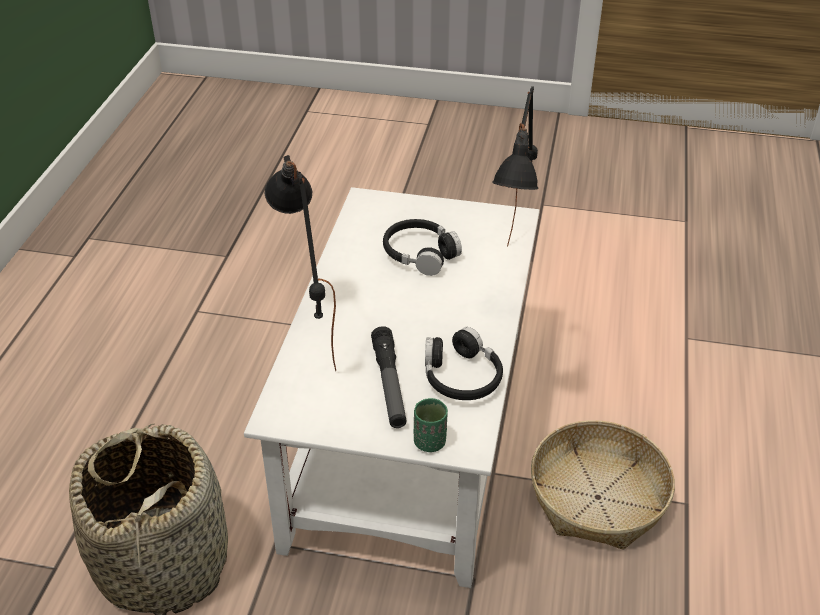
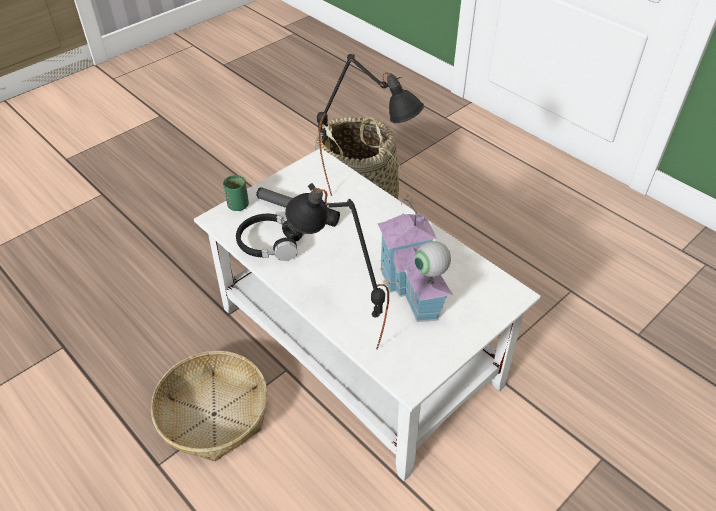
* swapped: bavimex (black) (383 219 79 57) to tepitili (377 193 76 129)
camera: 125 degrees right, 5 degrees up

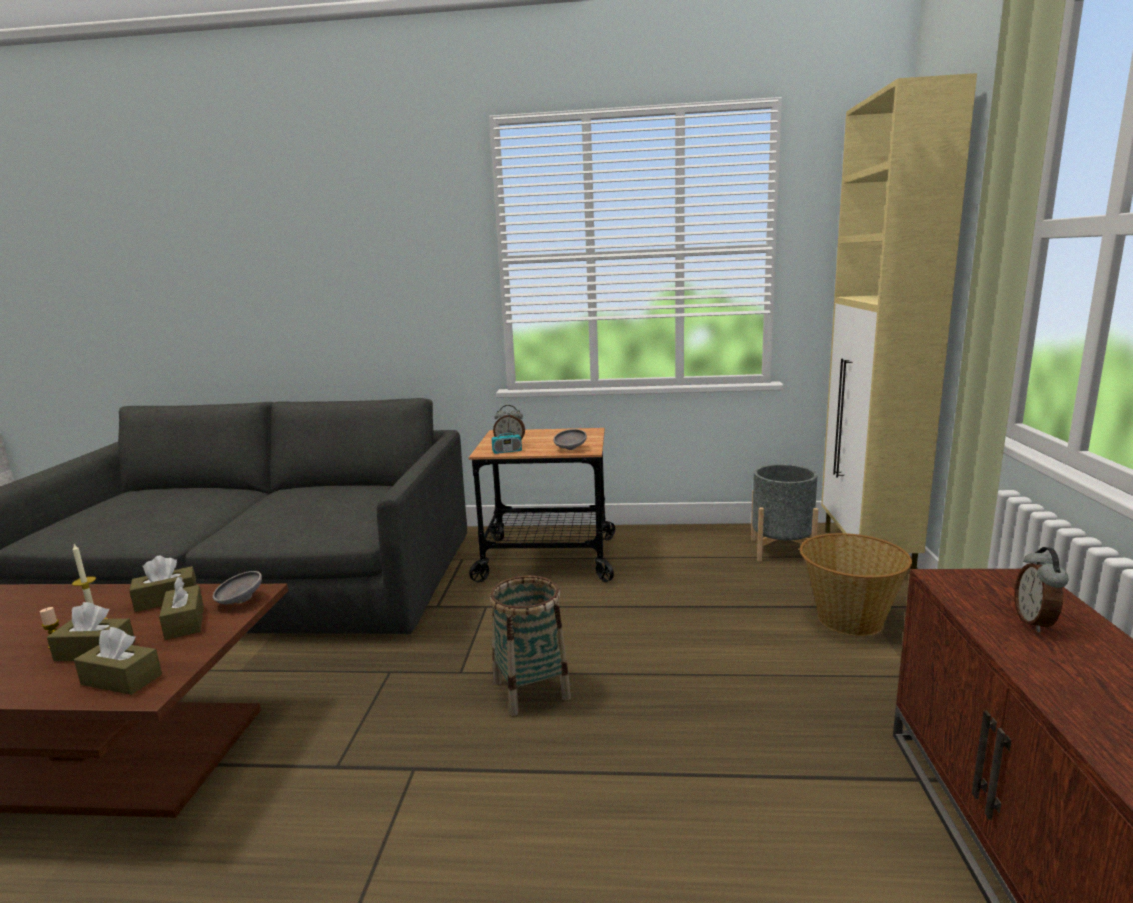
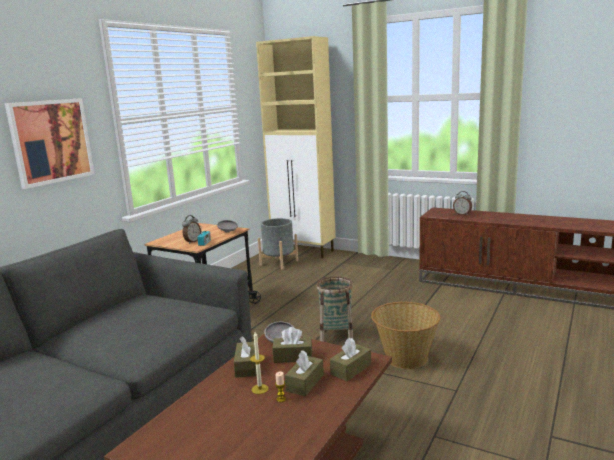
* new: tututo (5 98 89 91)
* shifted: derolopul (800 533 112 103) to (371 302 69 67)
camera: 65 degrees left, 0 degrees up

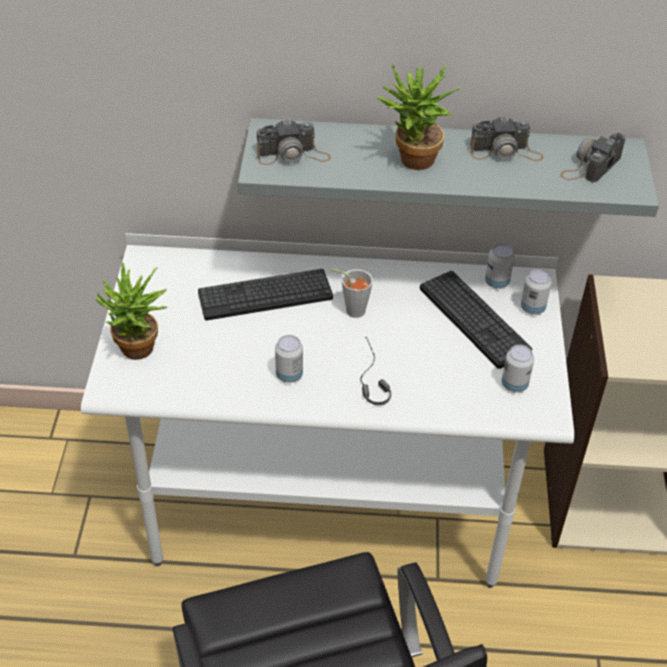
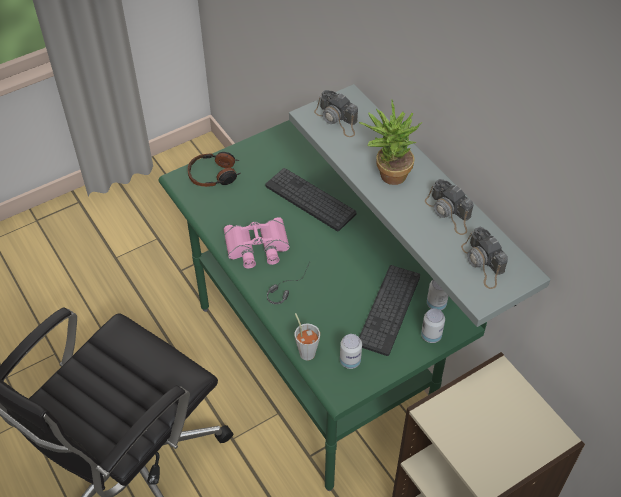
* repainted: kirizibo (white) (81 233 493 355) to kirizibo (green) (158 120 329 371)
* swapped: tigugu (95 262 73 98) to bavimex (188 152 53 35)
* swapped: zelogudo (275 335 28 48) to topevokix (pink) (224 217 66 51)
* shifted: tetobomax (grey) (331 269 42 49) to (295 313 25 48)
* rotated: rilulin (560 133 66 49) = (461 227 47 62) 120 degrees counterclockwise
camera: 55 degrees right, 5 degrees up

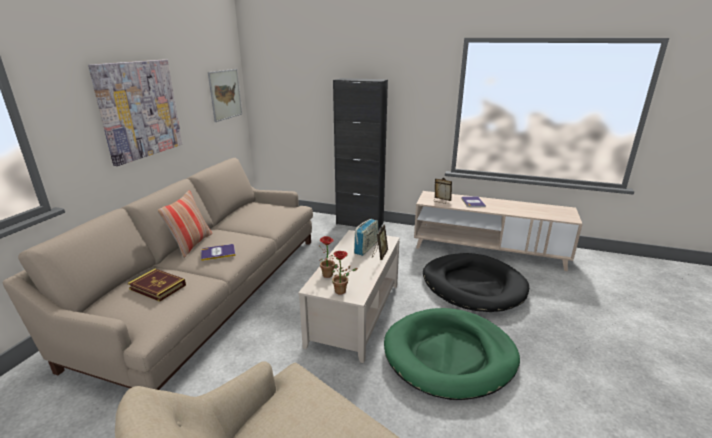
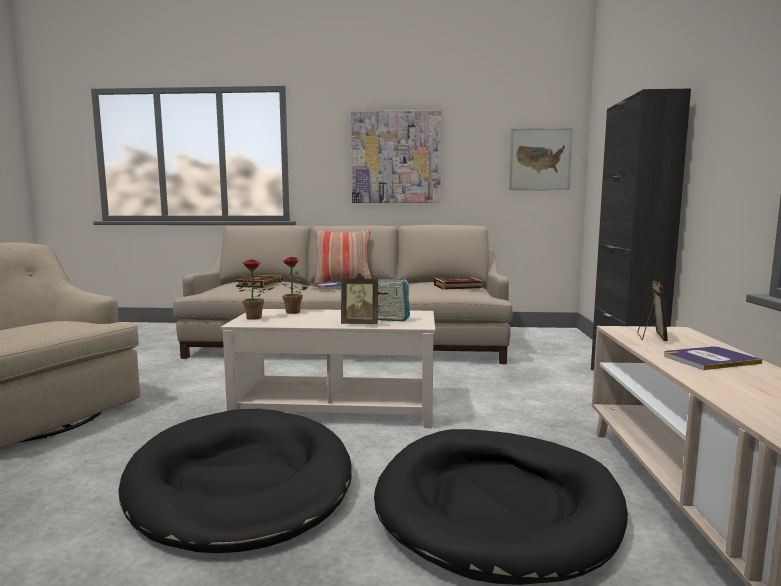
* repainted: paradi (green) (384 308 136 92) to paradi (black) (118 409 234 144)
* new: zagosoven (434 277 50 13)
camera: 75 degrees right, 15 degrees down

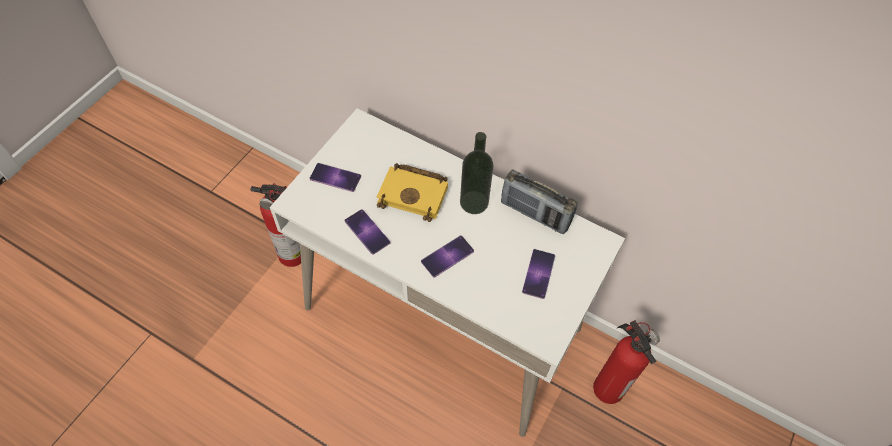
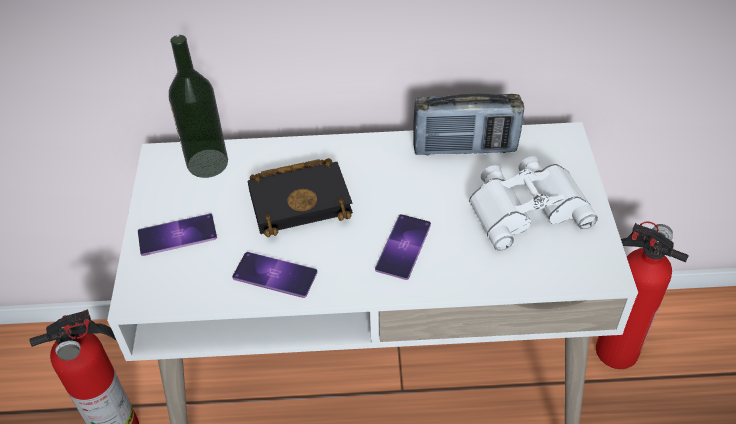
* shifted: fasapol (460 132 33 82) to (169 35 59 143)
* repainted: zagosoven (yellow) (377 163 71 59) to zagosoven (black) (248 158 105 79)
* swapped: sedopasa (522 249 33 50) to topevokix (white) (469 156 129 94)
camera: 30 degrees left, 10 degrees down

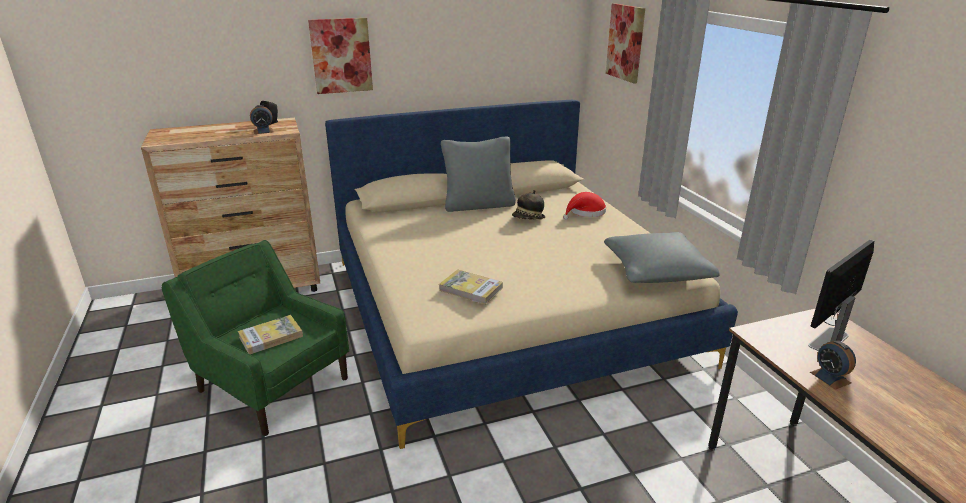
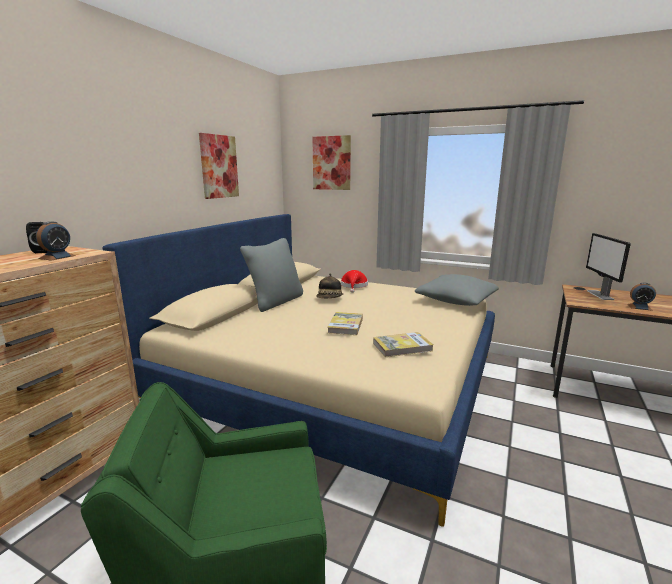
* shifted: tututo (308 18 65 76) to (199 133 40 66)
* shifted: zagosoven (238 315 65 39) to (327 312 36 23)
camera: 45 degrees left, 10 degrees down

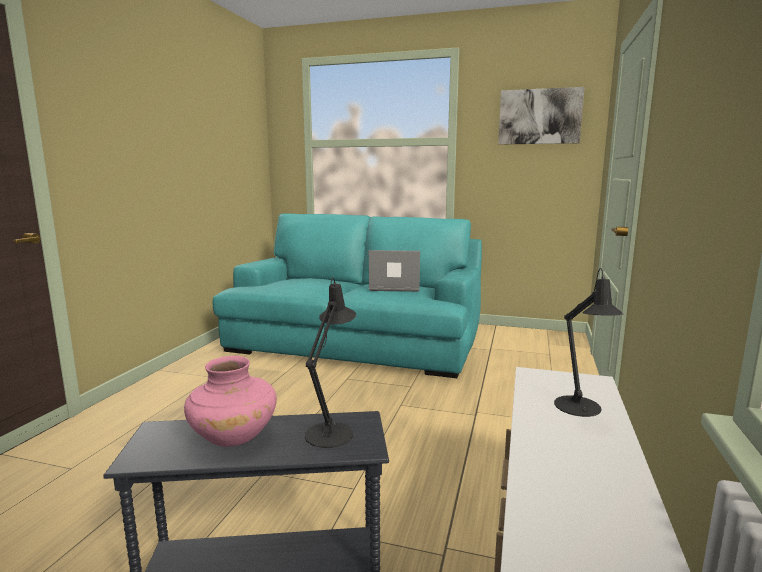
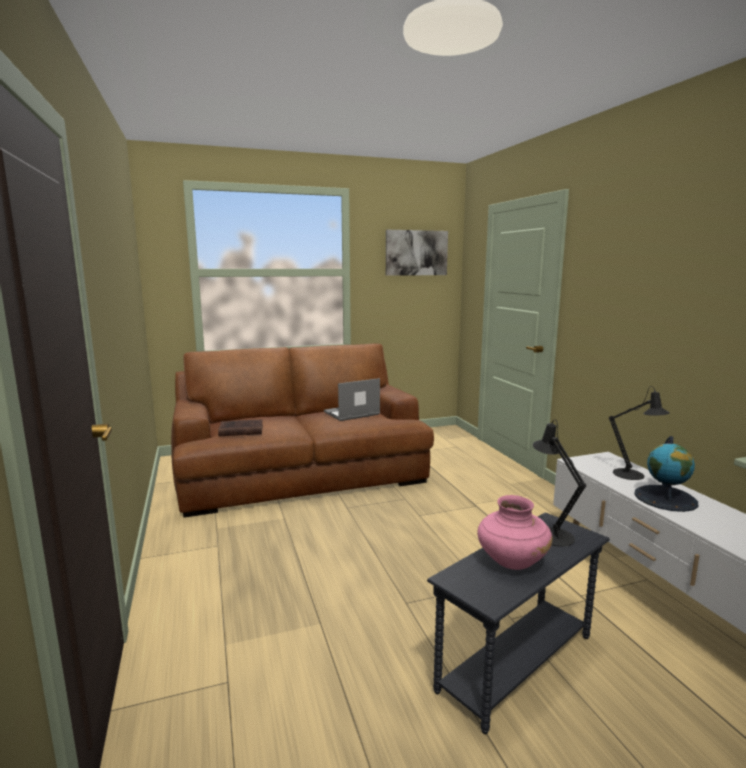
* repainted: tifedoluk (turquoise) (213 213 269 165) to tifedoluk (brown) (171 343 263 175)
* new: zagosoven (brown) (218 419 45 17)
* new: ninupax (634 436 64 76)
camera: 35 degrees left, 0 degrees up

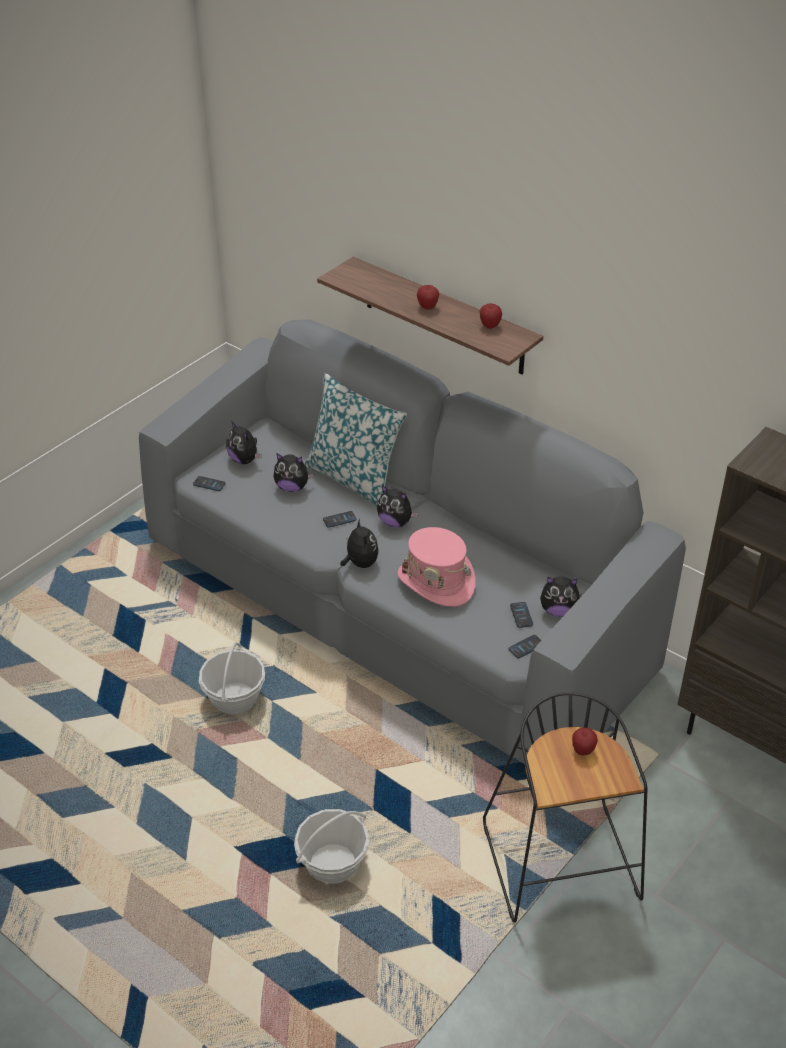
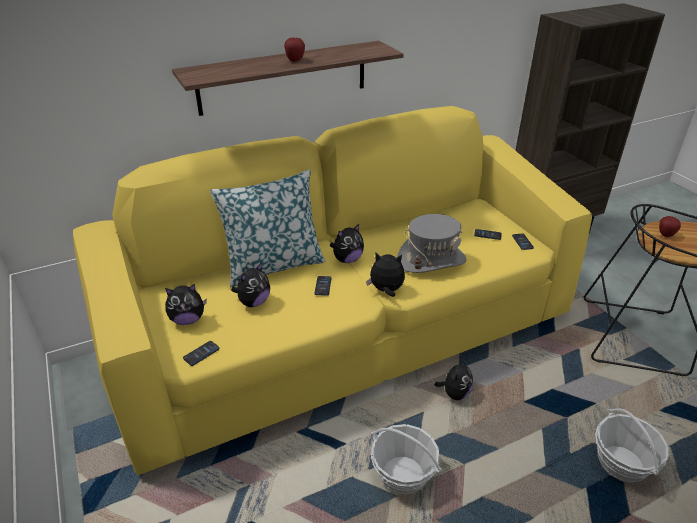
* repainted: tifedoluk (grey) (139 319 547 445) to tifedoluk (yellow) (73 106 519 369)
* repainted: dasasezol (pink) (398 527 78 80) to dasasezol (grey) (397 214 69 59)
* shifted: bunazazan (540 576 43 41) to (434 359 39 41)
* gone: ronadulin (480 303 22 26)
camera: 65 degrees left, 5 degrees down

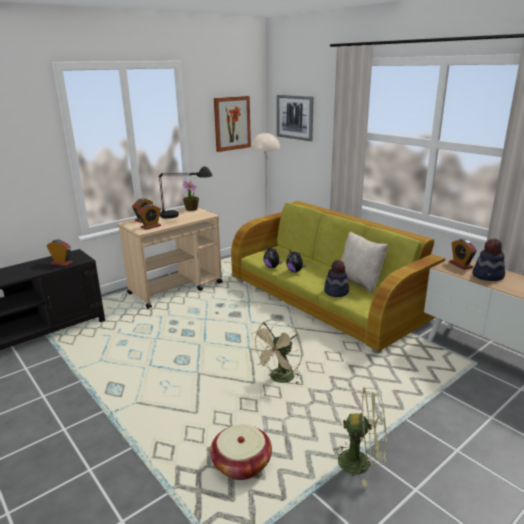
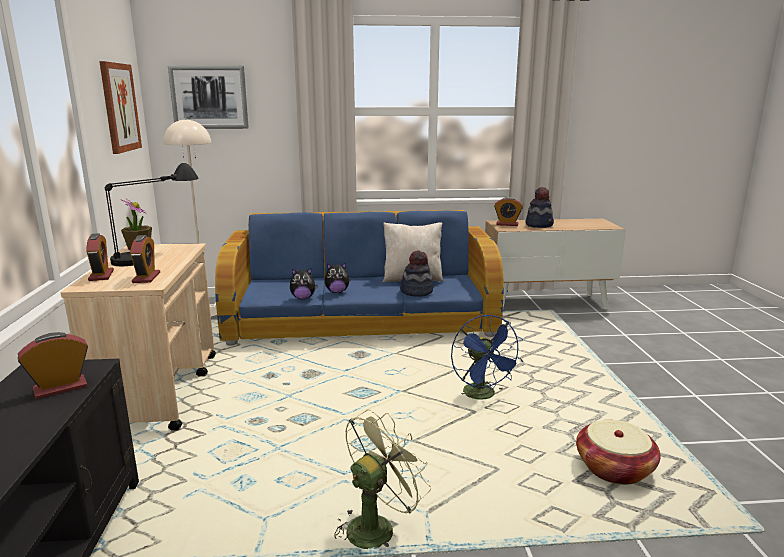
* repainted: tifedoluk (green) (231 201 214 152) to tifedoluk (blue) (215 210 289 136)
* shifted: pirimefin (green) (333 387 54 99) to (334 410 97 139)
* repainted: pirimefin (beige) (250 319 52 65) to pirimefin (blue) (451 315 72 85)
camera: 55 degrees left, 5 degrees down

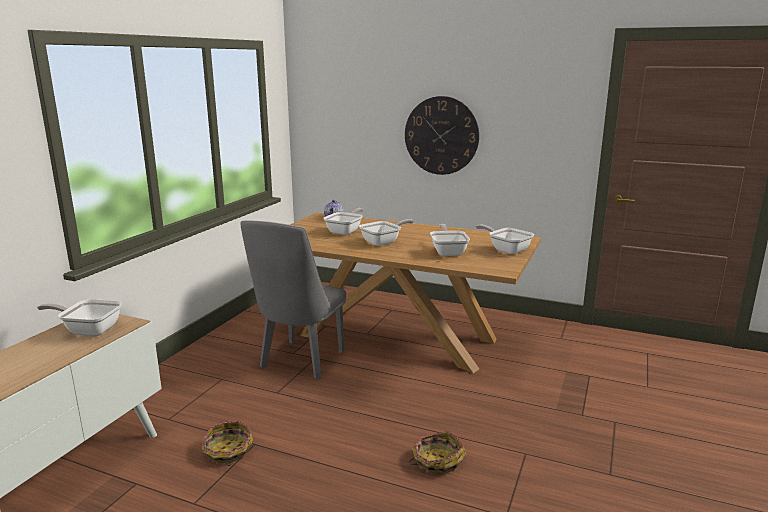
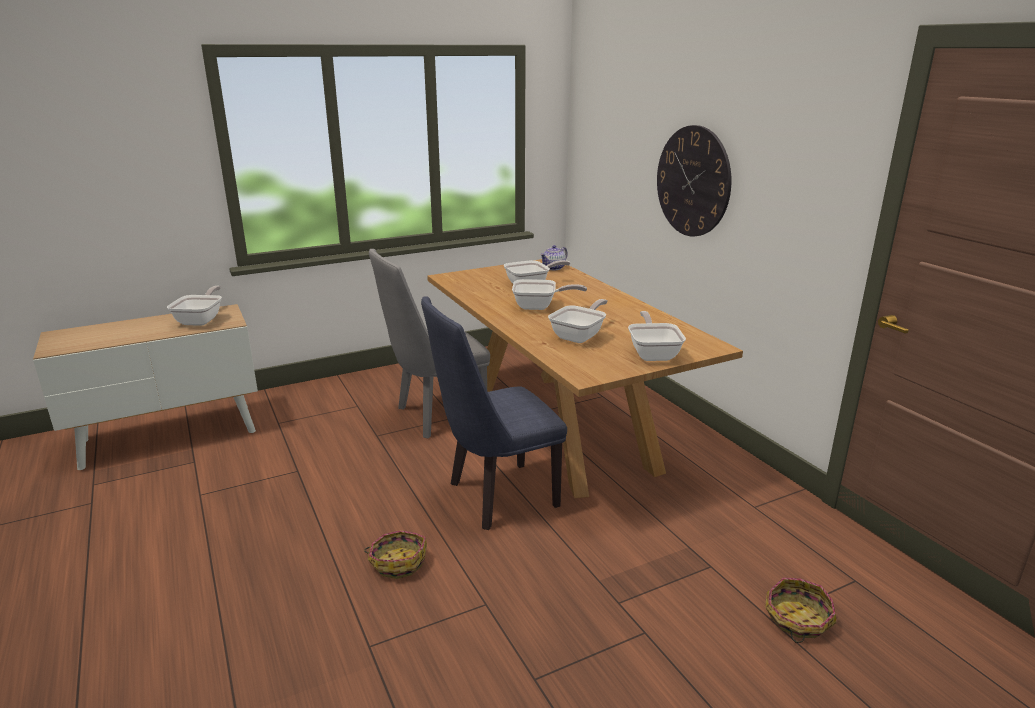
* rotated: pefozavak (37 299 85 37) = (167 286 55 40) 45 degrees clockwise
* new: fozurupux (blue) (421 296 146 234)
* shifted: derolopul (202 420 52 46) to (765 577 71 66)
camera: 40 degrees right, 5 degrees up

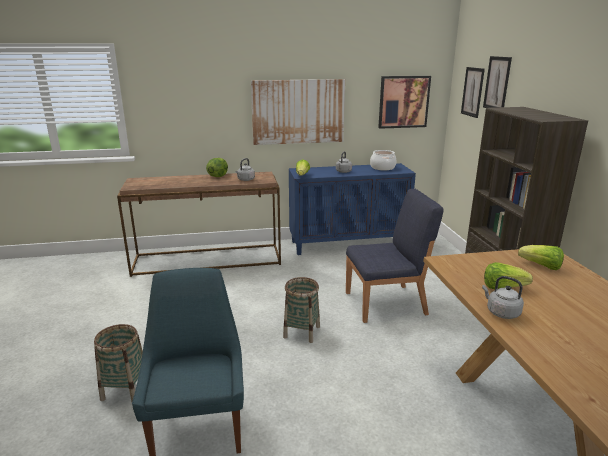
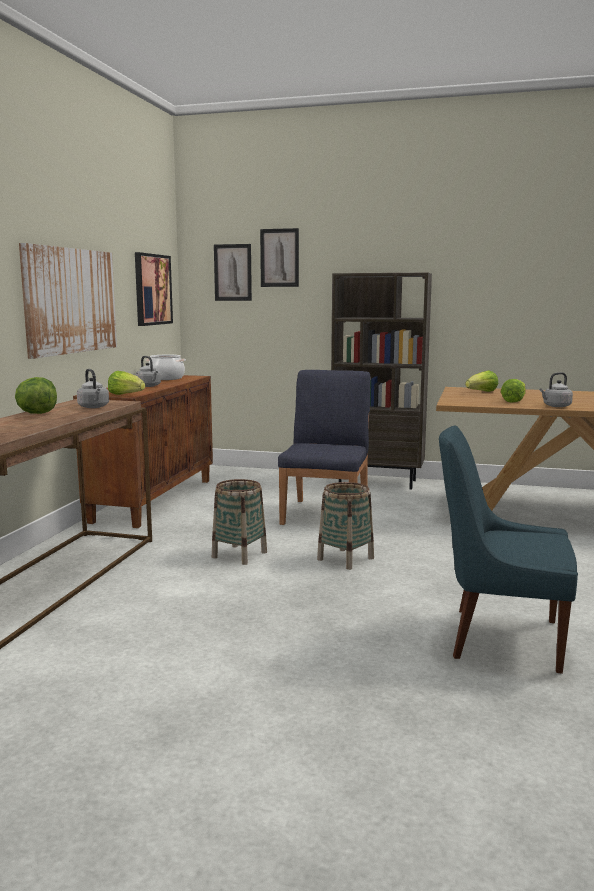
* repainted: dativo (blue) (289 163 127 92) to dativo (brown) (73 375 140 153)
* shifted: derolopul (94 324 49 78) to (212 479 55 86)
camera: 65 degrees left, 10 degrees down

